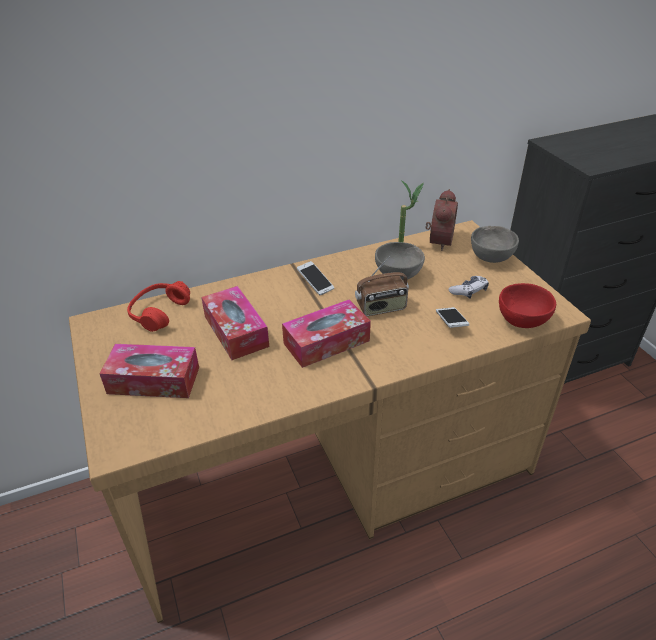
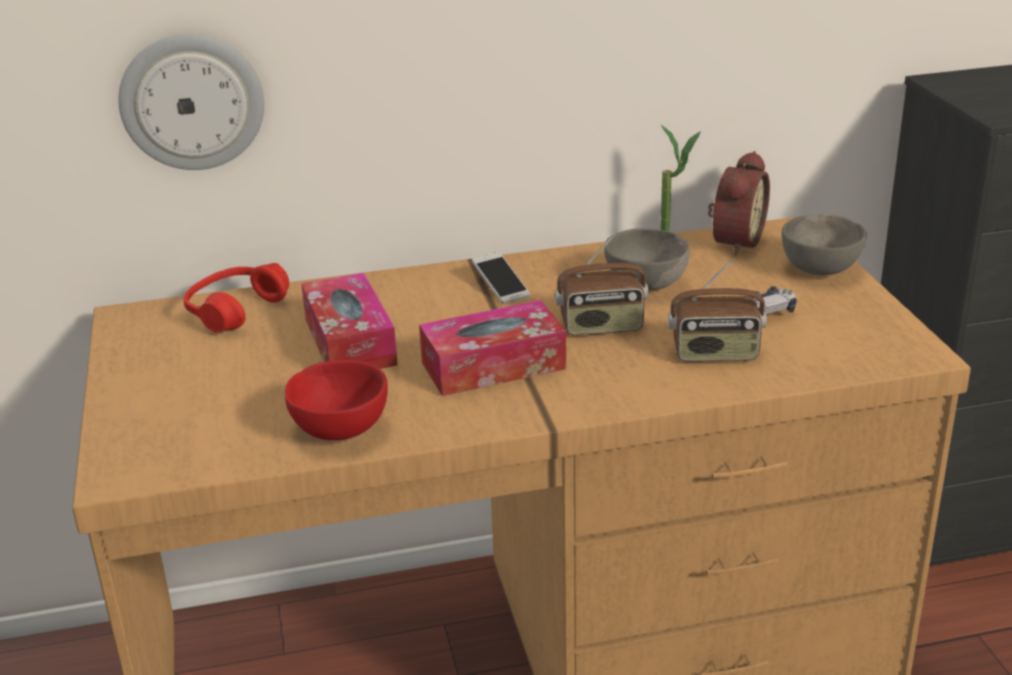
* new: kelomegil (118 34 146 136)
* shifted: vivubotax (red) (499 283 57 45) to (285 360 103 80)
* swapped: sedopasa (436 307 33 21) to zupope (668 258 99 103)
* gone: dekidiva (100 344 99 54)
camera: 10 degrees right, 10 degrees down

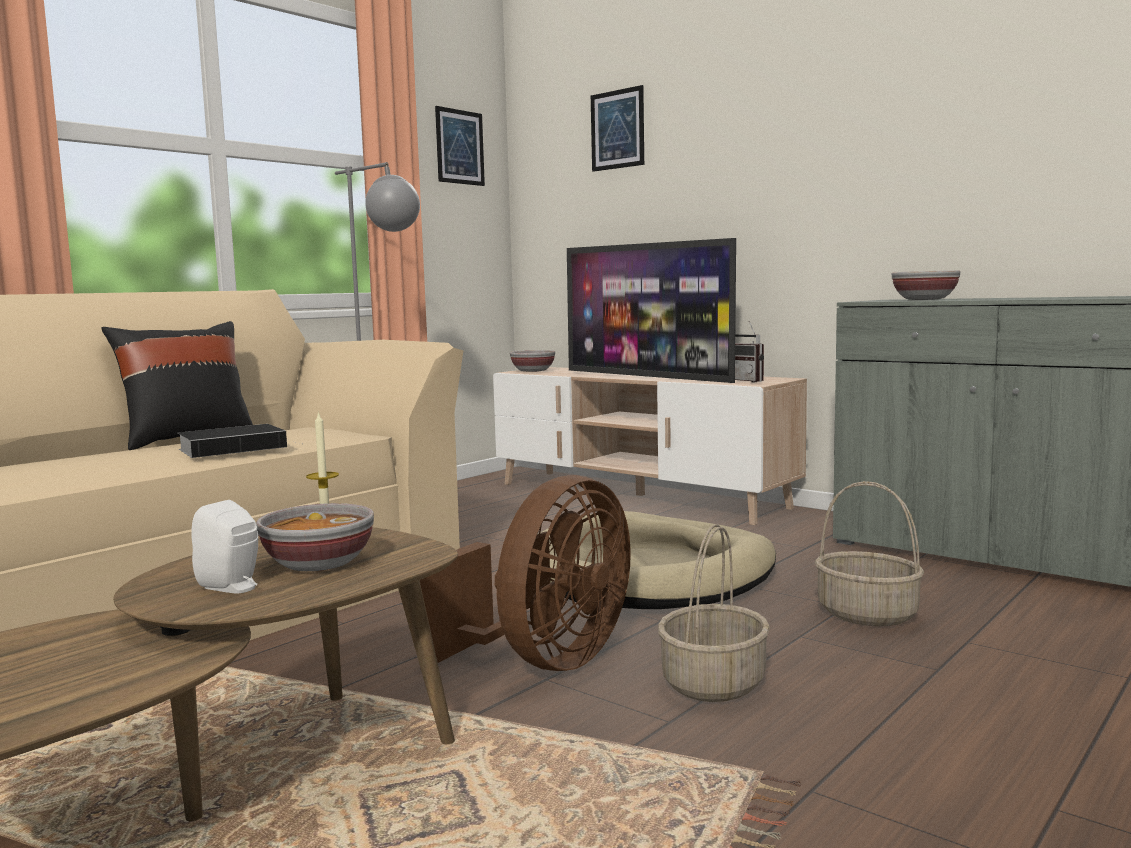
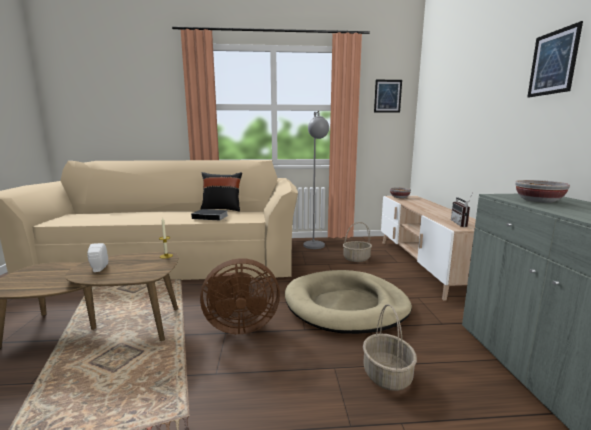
* shifted: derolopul (658 524 112 178) to (343 222 29 40)
* shifted: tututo (591 85 53 87) to (527 21 56 77)
* gone: vivubotax (256 503 118 68)
* gone: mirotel (567 238 169 145)
camera: 45 degrees right, 5 degrees up

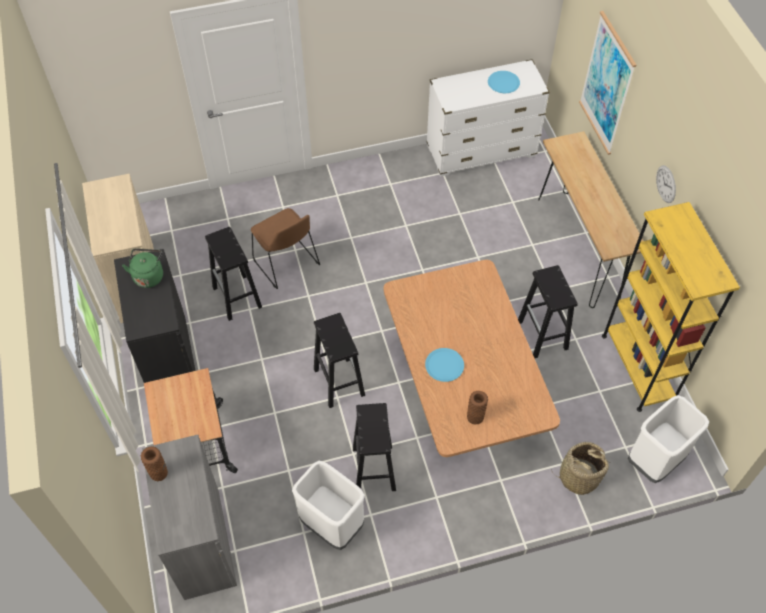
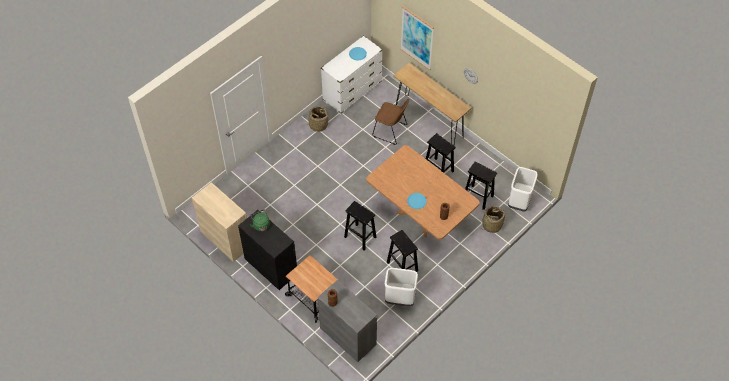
* new: derolopul (305 106 26 26)
* shifted: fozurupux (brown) (251 208 69 81) to (372 99 37 46)
* shifted: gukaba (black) (205 227 57 94) to (465 161 32 49)
* gone: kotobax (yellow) (602 202 138 210)
camera: 30 degrees left, 0 degrees up

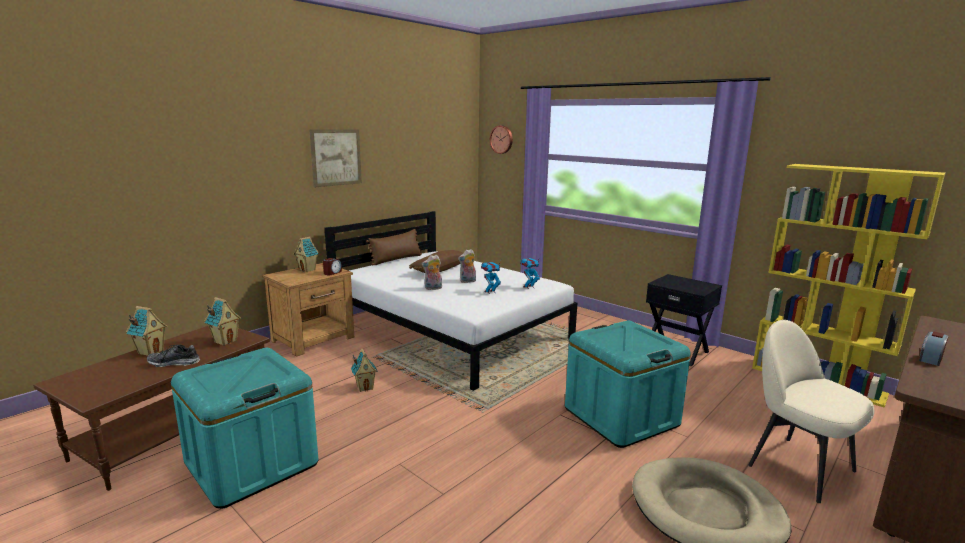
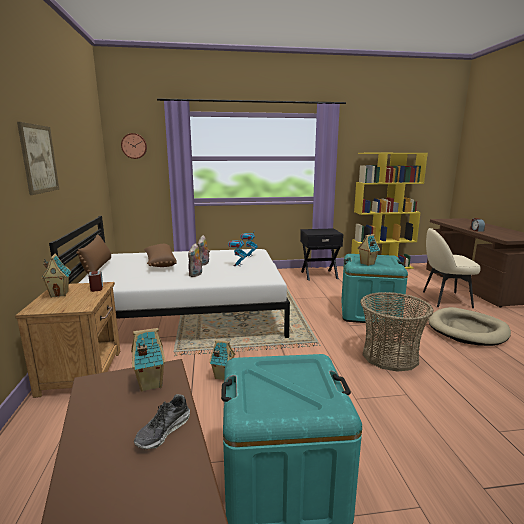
* shifted: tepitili (126 306 41 50) to (358 234 22 32)
* new: derolopul (360 292 73 80)
camera: 50 degrees left, 0 degrees up

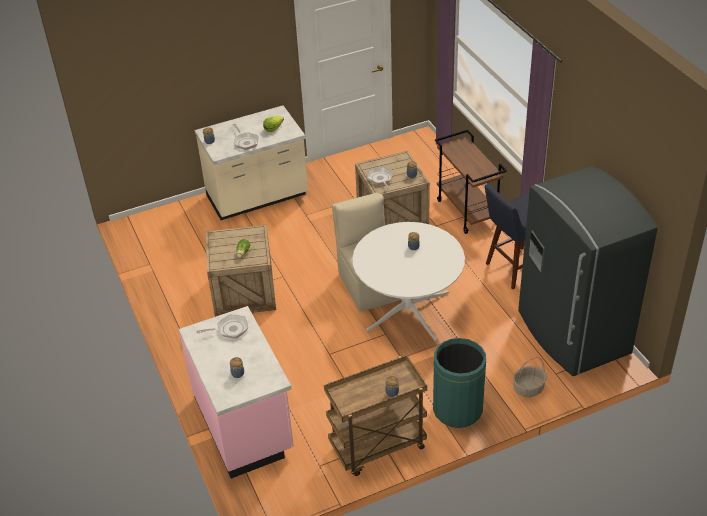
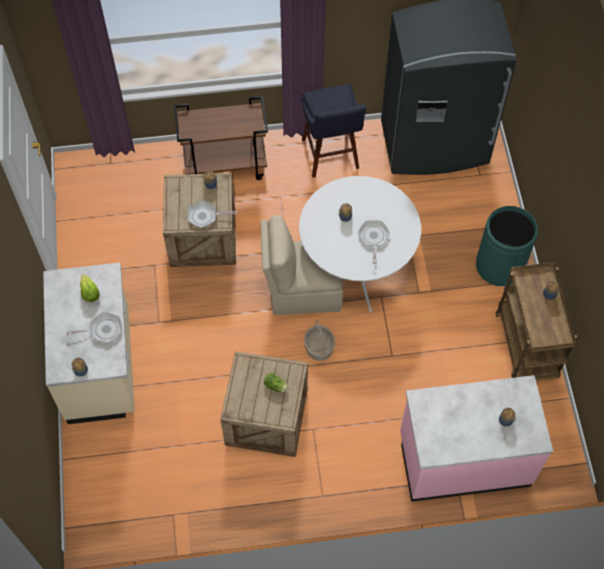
* shifted: derolopul (513 357 34 40) to (304 320 31 41)
* shifted: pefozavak (196 315 52 23) to (358 220 32 44)
camera: 75 degrees left, 20 degrees up

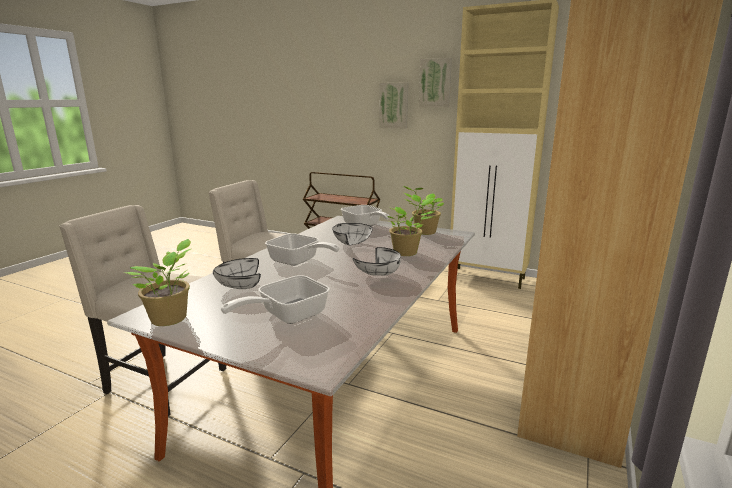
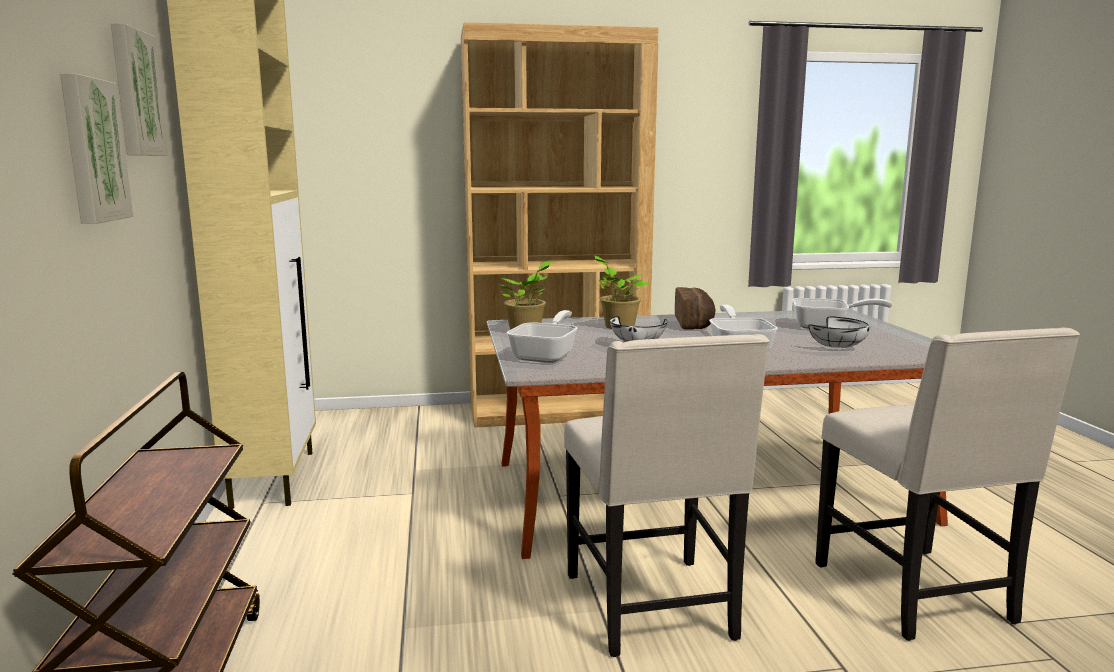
* swapped: vivubotax (white) (353 247 48 29) to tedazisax (675 287 41 43)
* gone: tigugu (124 239 67 87)
camera: 125 degrees left, 5 degrees down

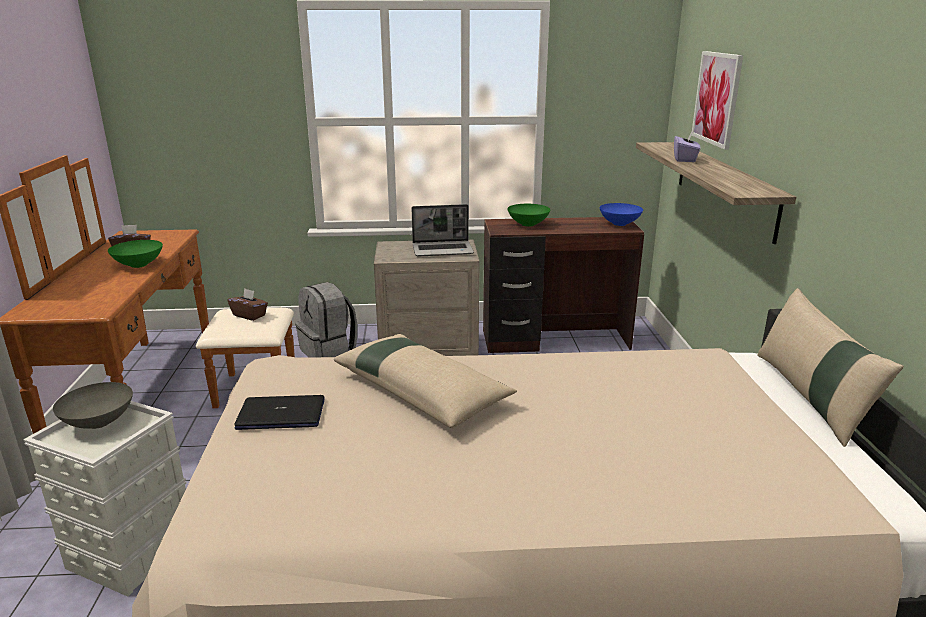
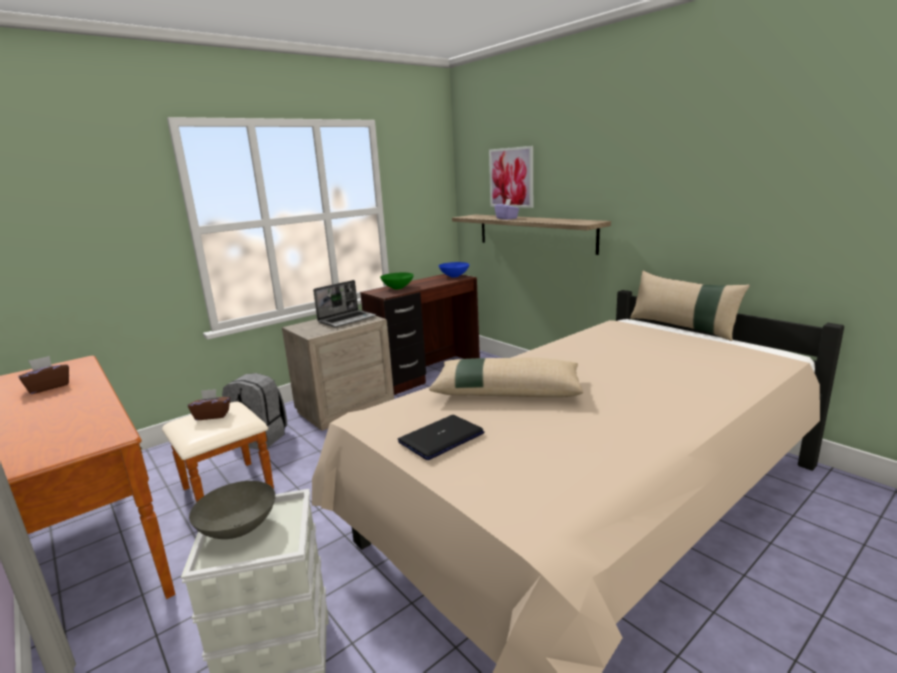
* gone: vivubotax (green) (108 240 55 28)
camera: 35 degrees left, 5 degrees down

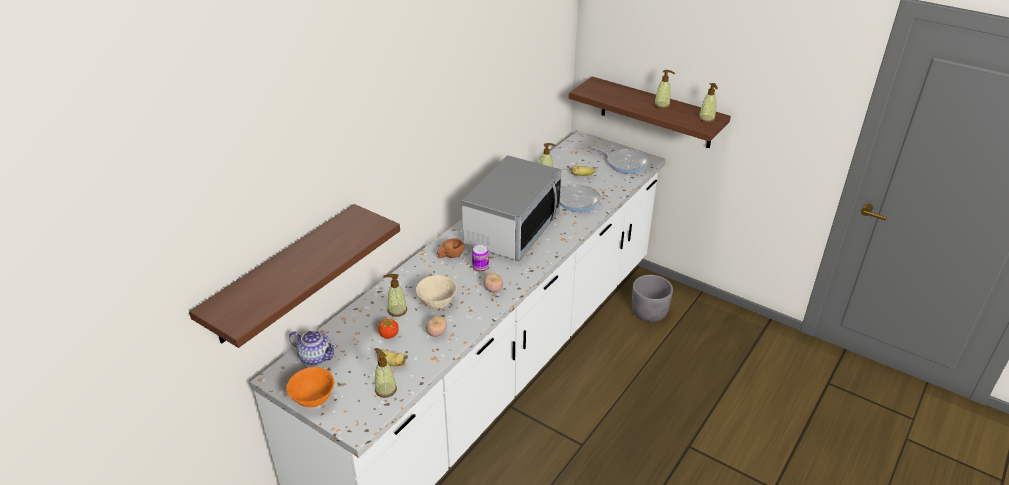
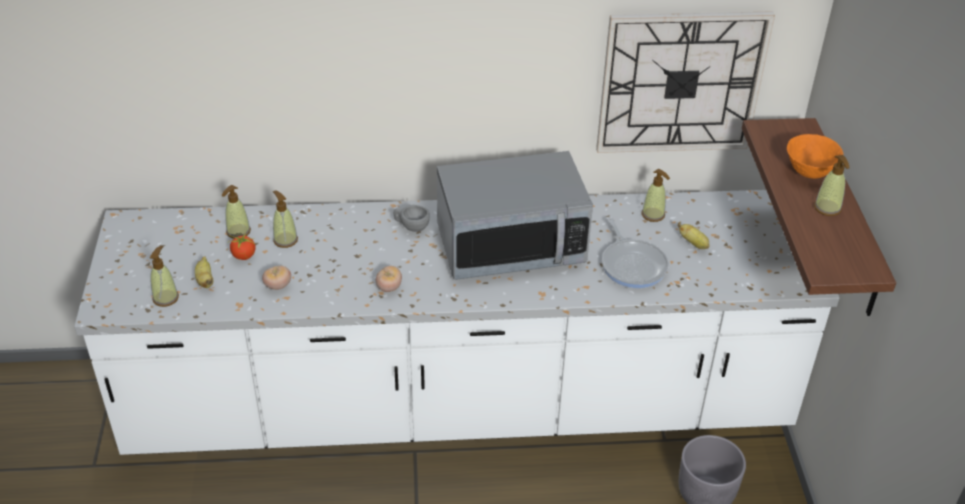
* shifted: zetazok (699 83 19 40) to (221 185 30 54)
* repainted: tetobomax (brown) (437 238 27 20) to tetobomax (grey) (393 205 37 27)
* new: kelomegil (596 11 179 142)
* shifted: vivubotax (orange) (286 367 48 40) to (787 134 56 45)
* gone: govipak (189 204 211 144)
* gone: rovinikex (289 330 48 35)
* gone: vivubotax (beige) (416 275 41 34)
* gone: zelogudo (472 245 17 27)
* gone: pefozavak (592 146 56 28)
camera: 50 degrees right, 5 degrees up

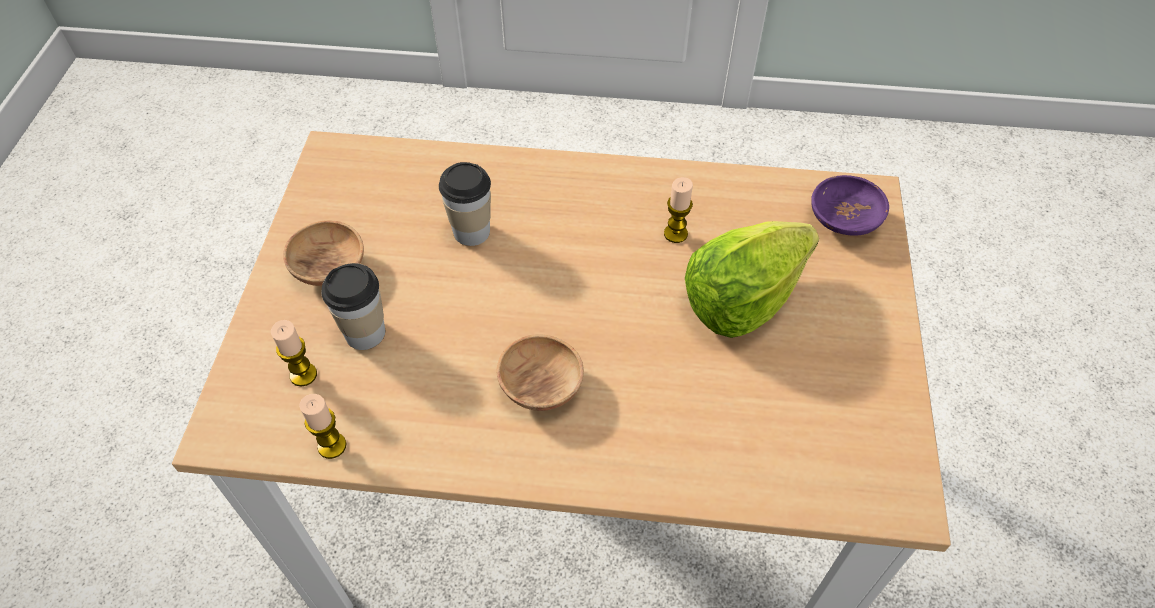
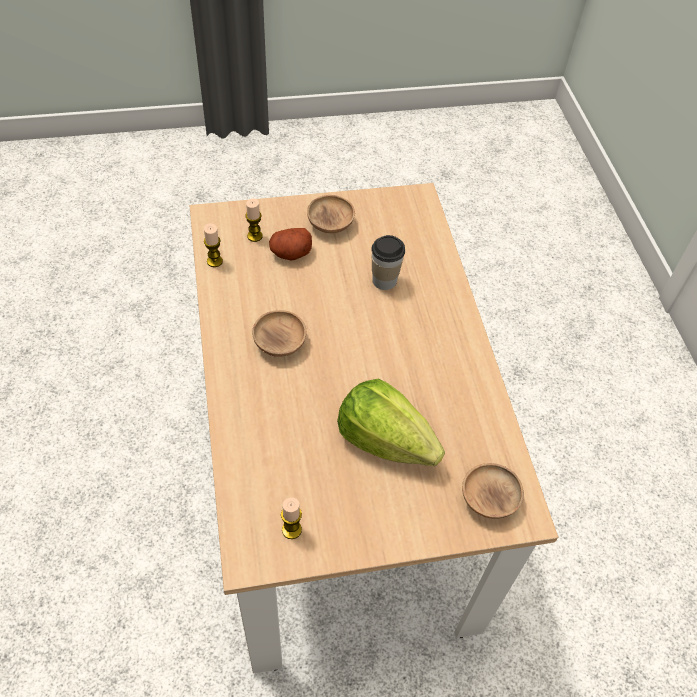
* swapped: tetobomax (322 263 63 87) to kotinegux (269 228 43 32)
* shifted: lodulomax (664 177 29 66) to (281 497 21 42)
* repainted: vivubotax (purple) (811 175 78 61) to vivubotax (brown) (462 463 62 56)
camera: 70 degrees right, 0 degrees up

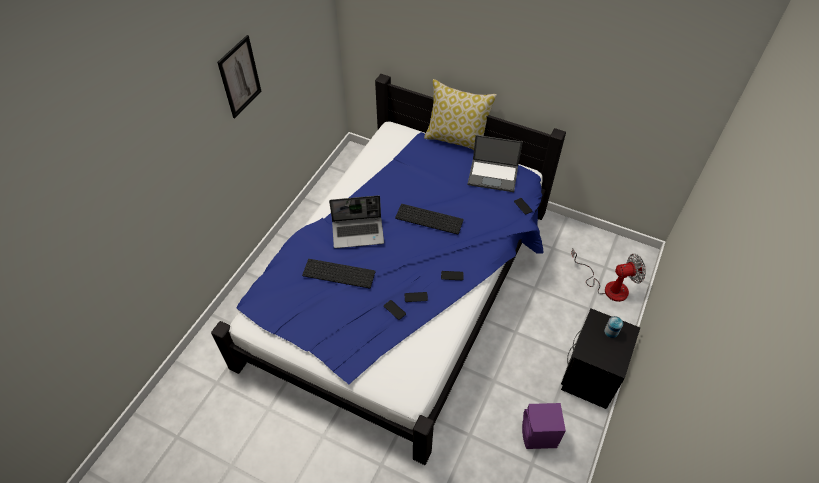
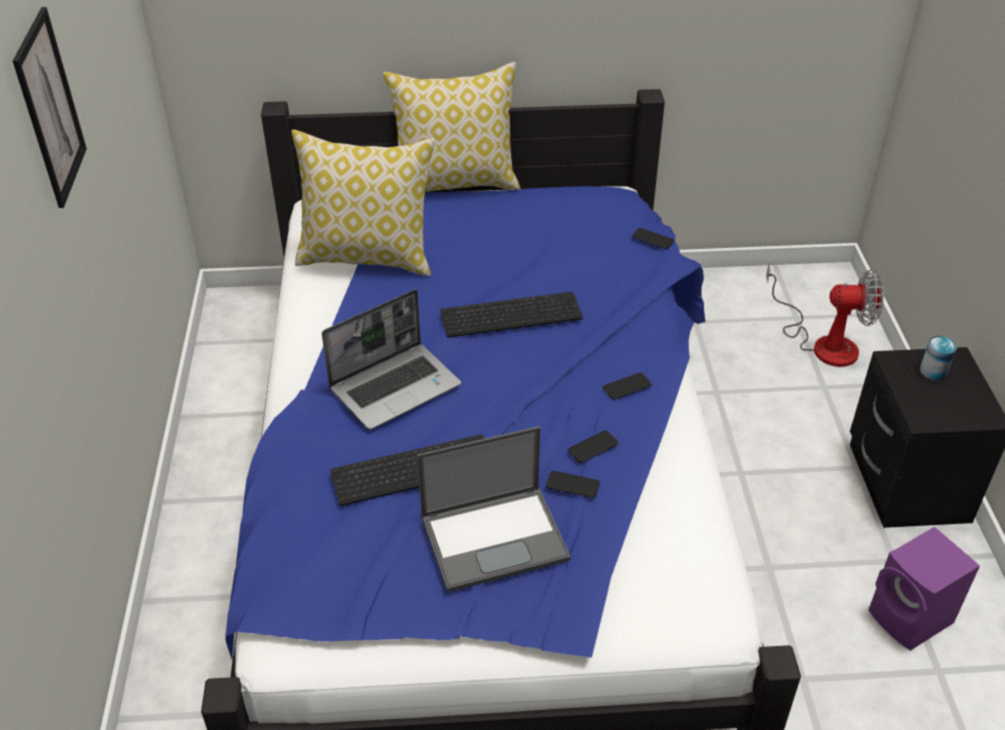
* new: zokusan (291 130 144 146)
* shifted: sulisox (467 135 56 57) to (417 426 154 166)
* rotated: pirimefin (571 249 75 53) = (766 264 118 103) 45 degrees clockwise
camera: 30 degrees left, 10 degrees down

